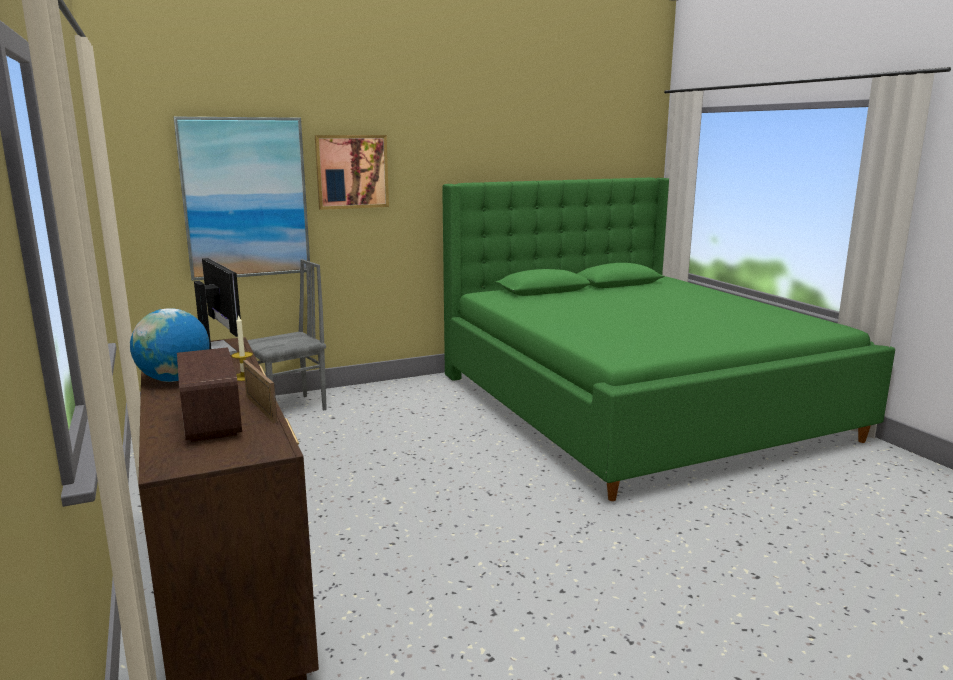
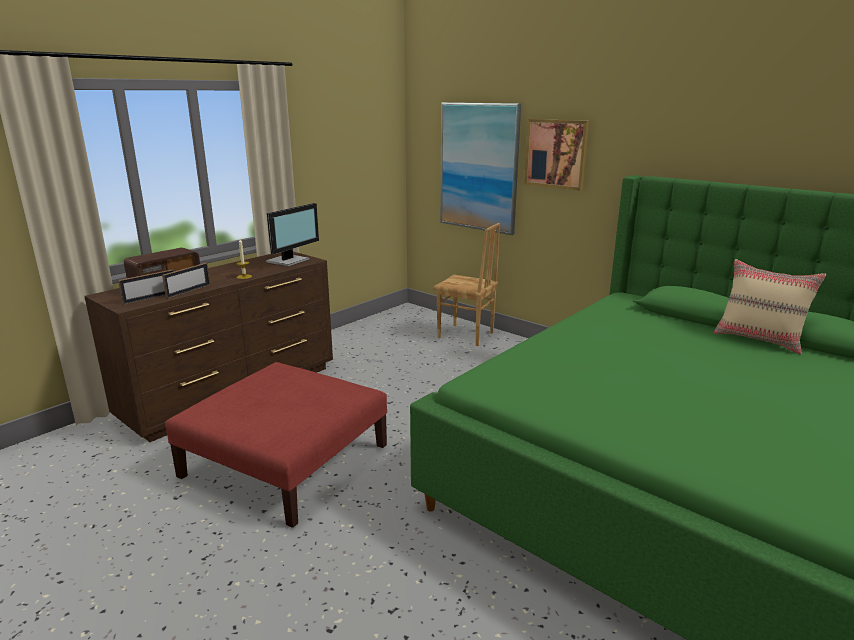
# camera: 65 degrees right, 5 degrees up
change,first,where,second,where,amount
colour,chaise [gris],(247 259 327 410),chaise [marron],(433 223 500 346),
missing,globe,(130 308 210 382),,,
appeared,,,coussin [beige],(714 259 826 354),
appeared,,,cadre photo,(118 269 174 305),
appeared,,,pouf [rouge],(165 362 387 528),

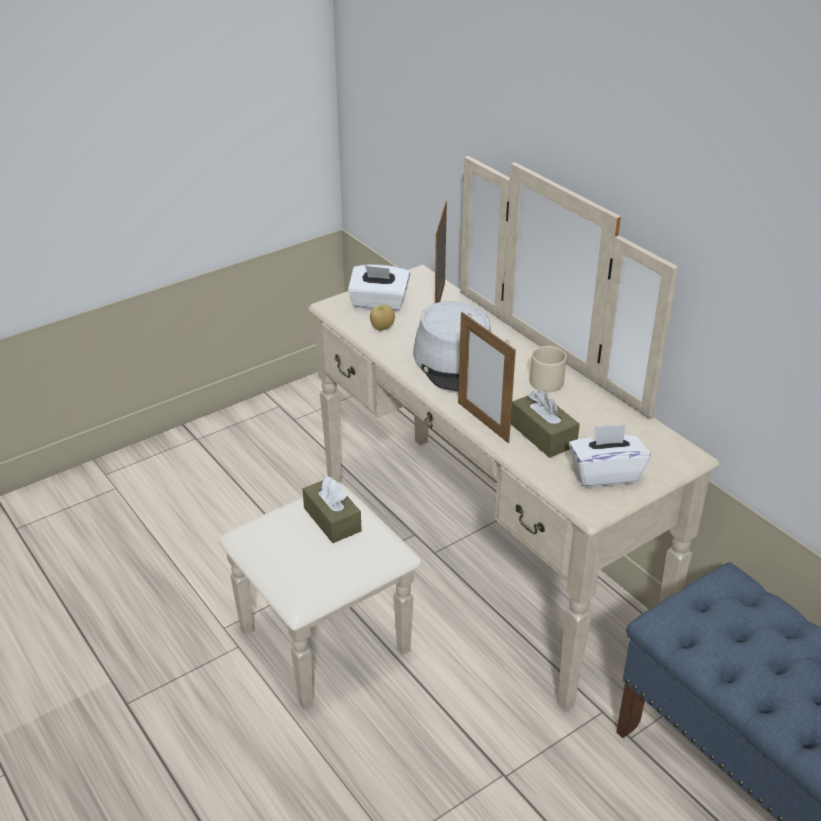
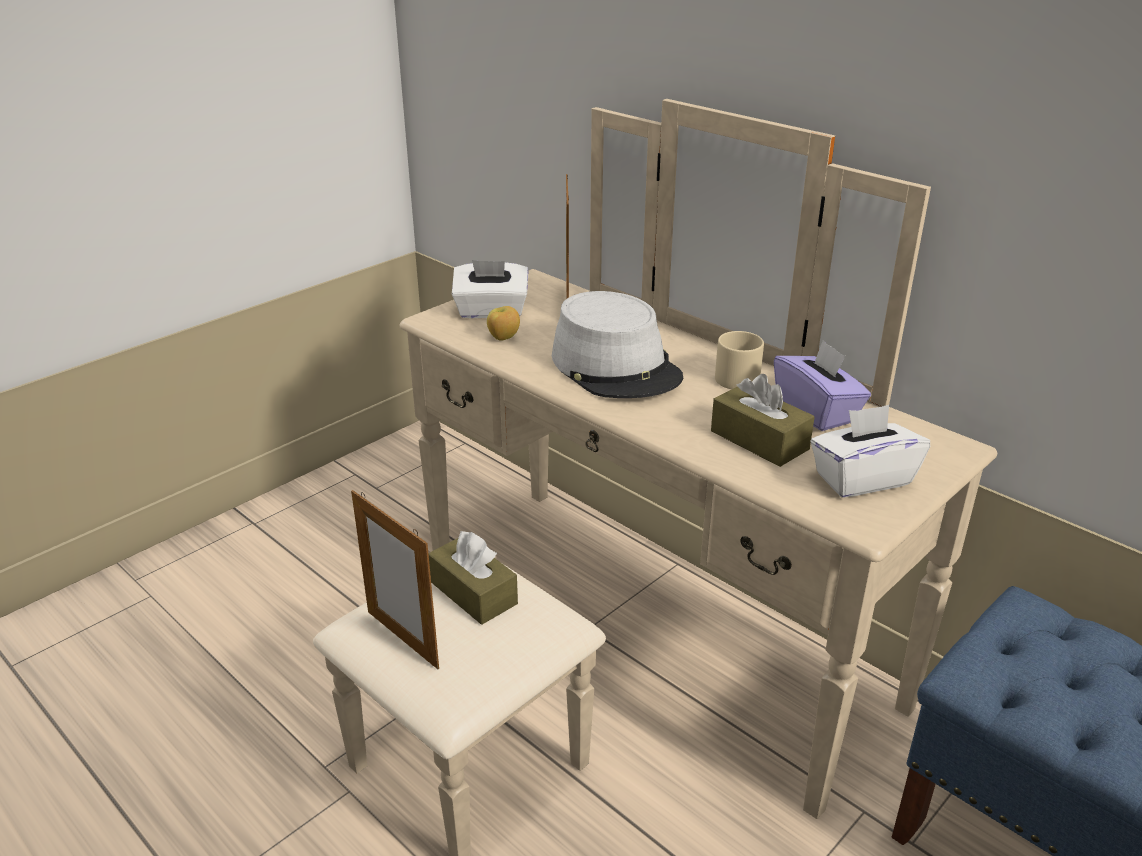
# camera: 10 degrees left, 5 degrees down
change,first,where,second,where,amount
relocated,cadre photo,(458 312 516 443),,(351 490 439 669),
appeared,,,boîte à mouchoirs [violet],(774 340 871 431),

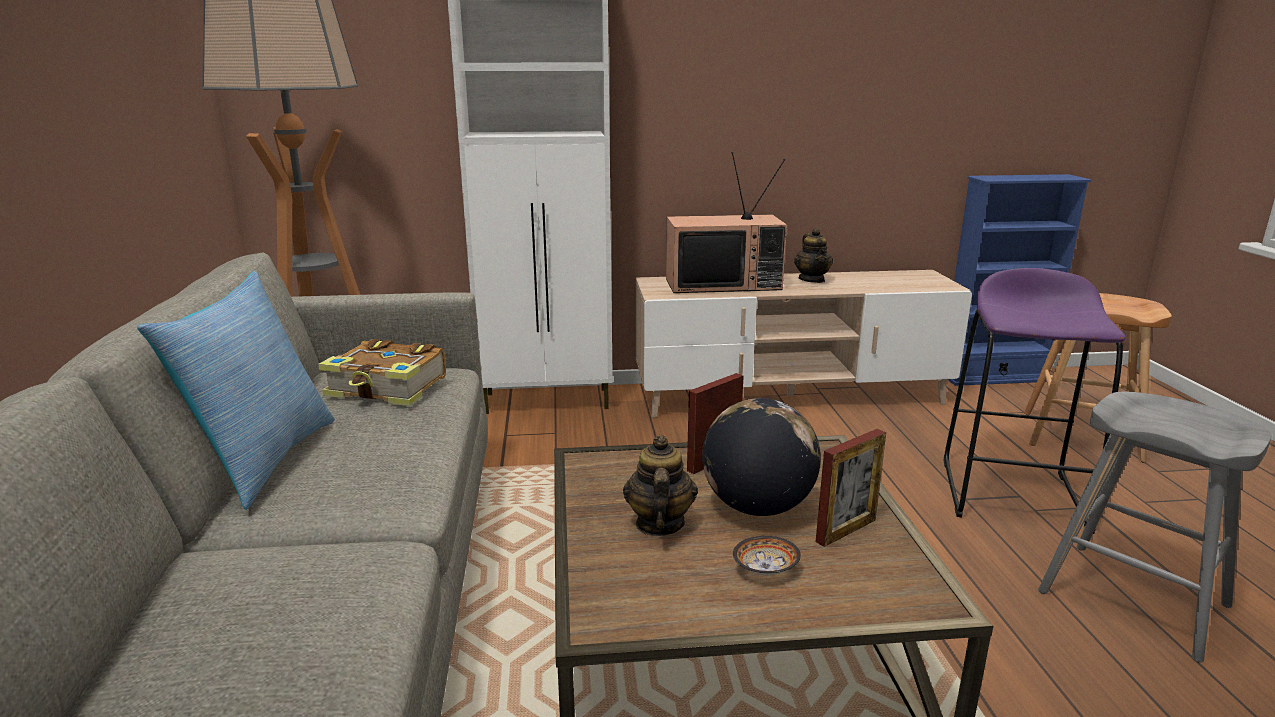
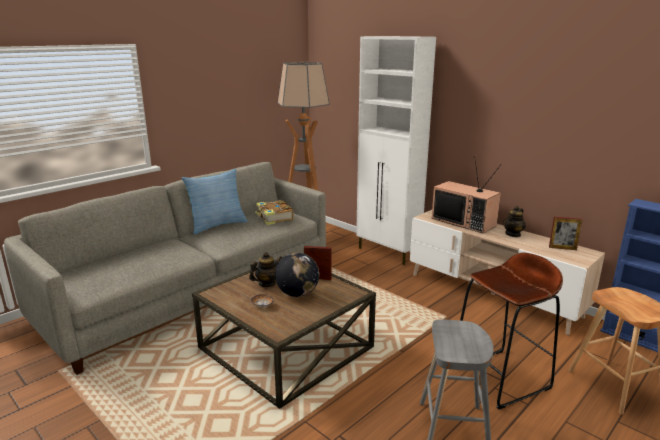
# camera: 50 degrees right, 0 degrees up
change,first,where,second,where,amount
colour,tabouret [violet],(943 268 1126 534),tabouret [marron],(460 253 563 409),
relocated,cadre photo,(816 429 886 547),,(549 217 582 250),

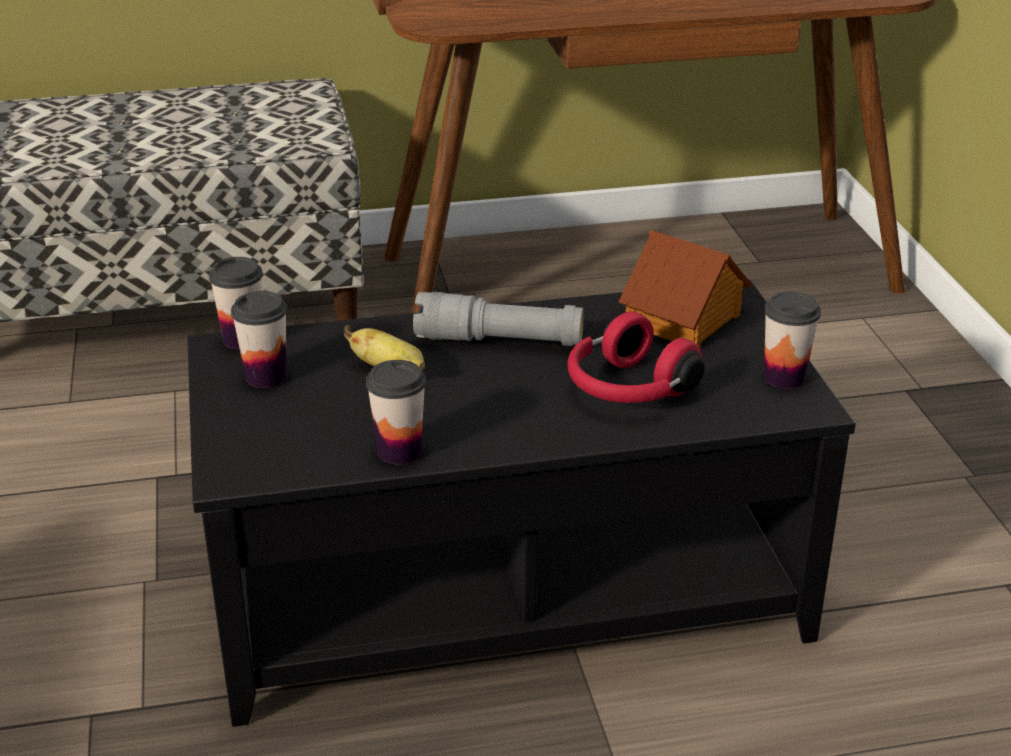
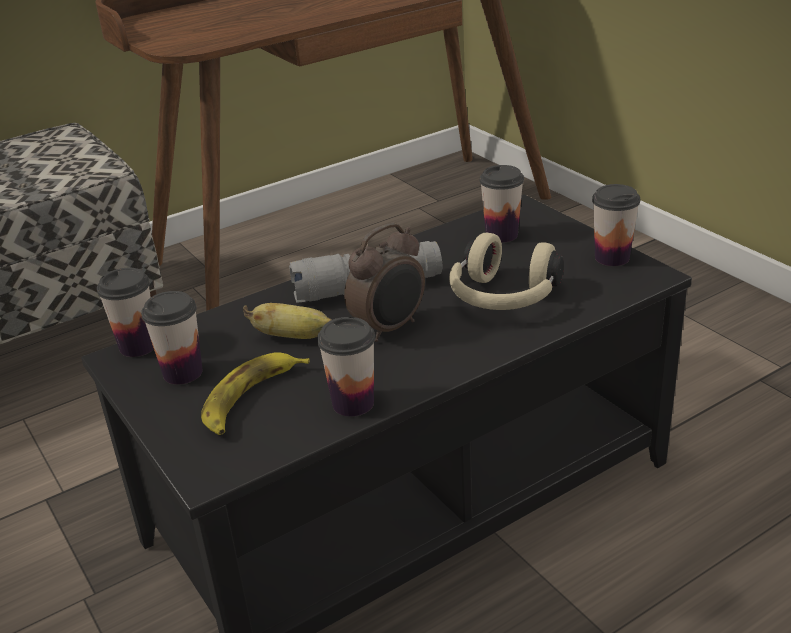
# camera: 20 degrees left, 0 degrees up
change,first,where,second,where,amount
exchanged,maison miniature,(618 230 751 348),tasse,(480 165 524 243),
colour,casque audio [rouge],(568 312 705 403),casque audio [beige],(449 232 564 310),
appeared,,,réveil,(344 223 425 342),
appeared,,,banane,(201 352 310 435),

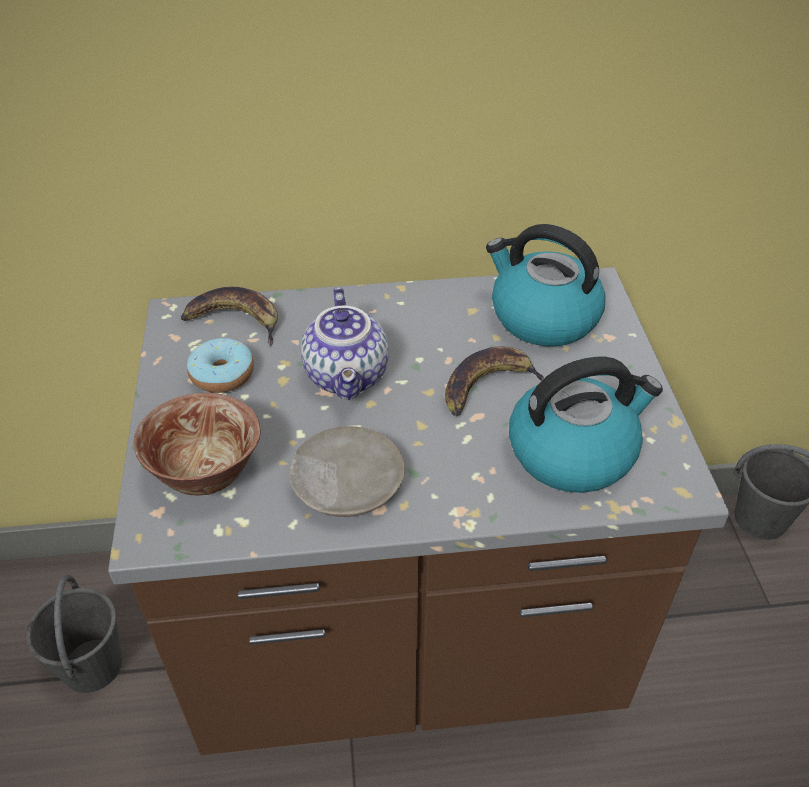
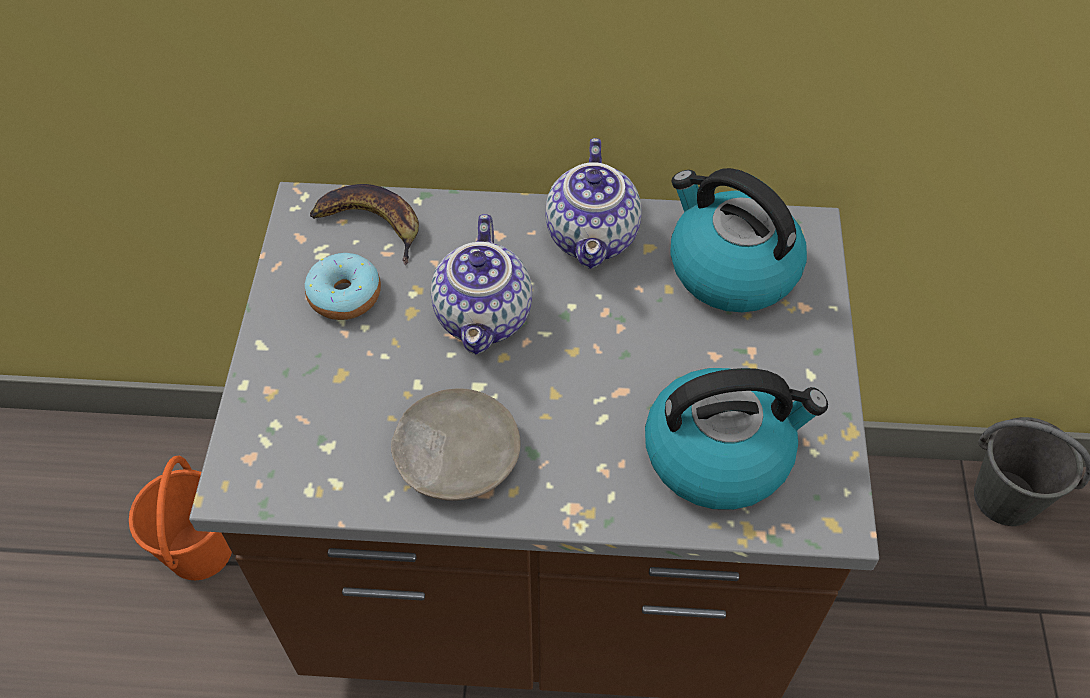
# camera: 10 degrees right, 10 degrees up
change,first,where,second,where,amount
missing,banane,(445 347 544 416),,,
missing,bol,(134 393 261 495),,,
colour,seau [gris],(26 574 122 693),seau [orange],(129 456 232 580),
appeared,,,théière,(546 138 642 269),

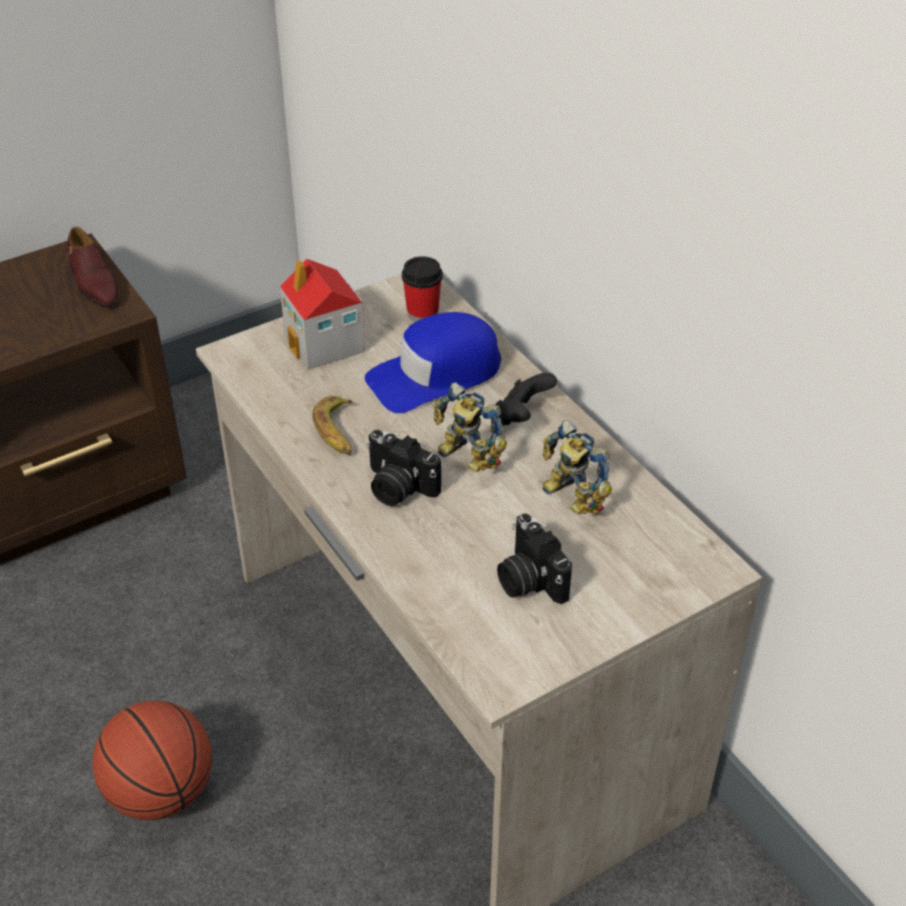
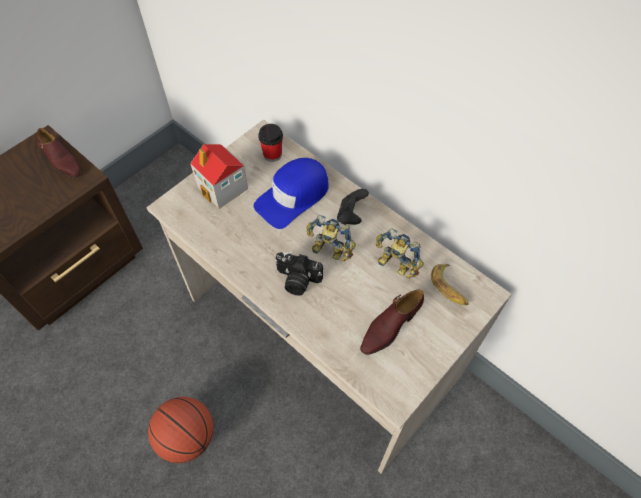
# camera: 15 degrees left, 15 degrees up
change,first,where,second,where,amount
relocated,banane,(312 396 353 455),,(431 264 469 306),
exchanged,appareil photo,(497 513 572 604),chaussure [marron],(360 290 424 355),

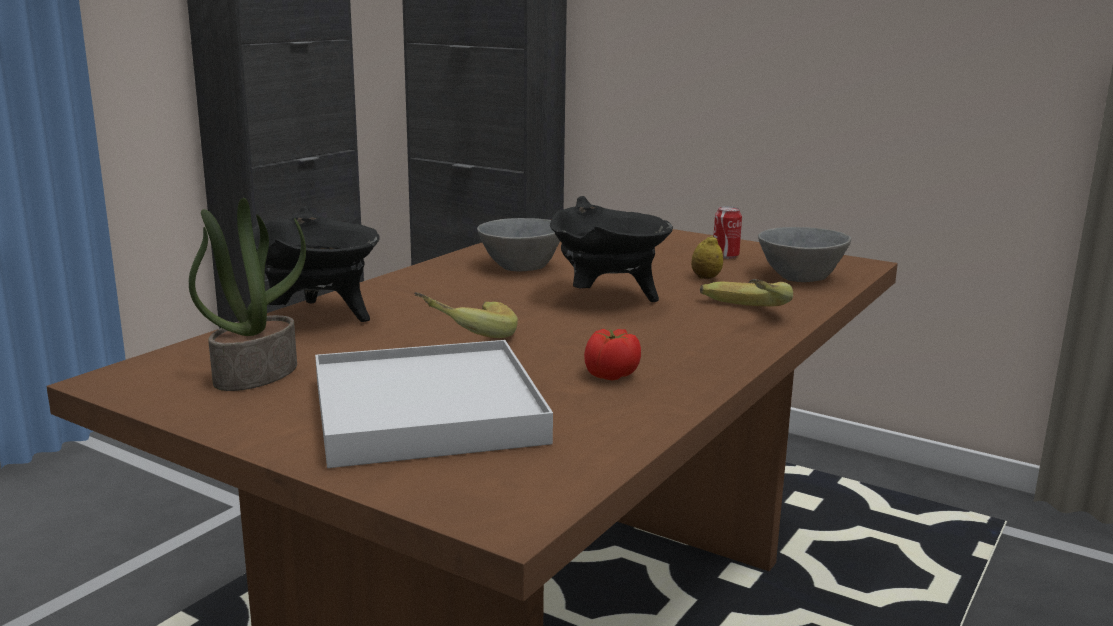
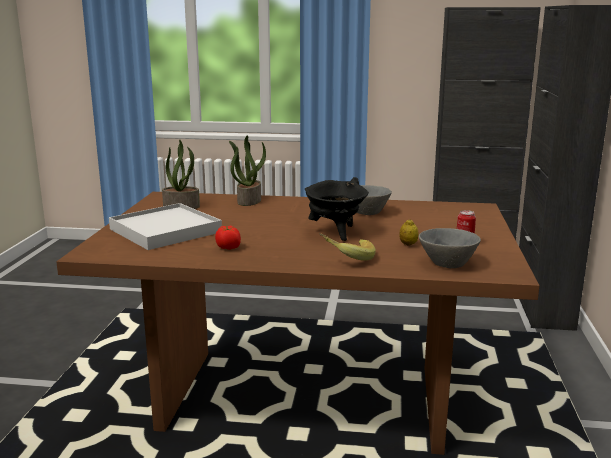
# camera: 65 degrees right, 0 degrees up
change,first,where,second,where,amount
exchanged,marmite [noir],(253 206 380 322),plante en pot,(229 135 266 206),
missing,banane,(414 292 518 338),,,

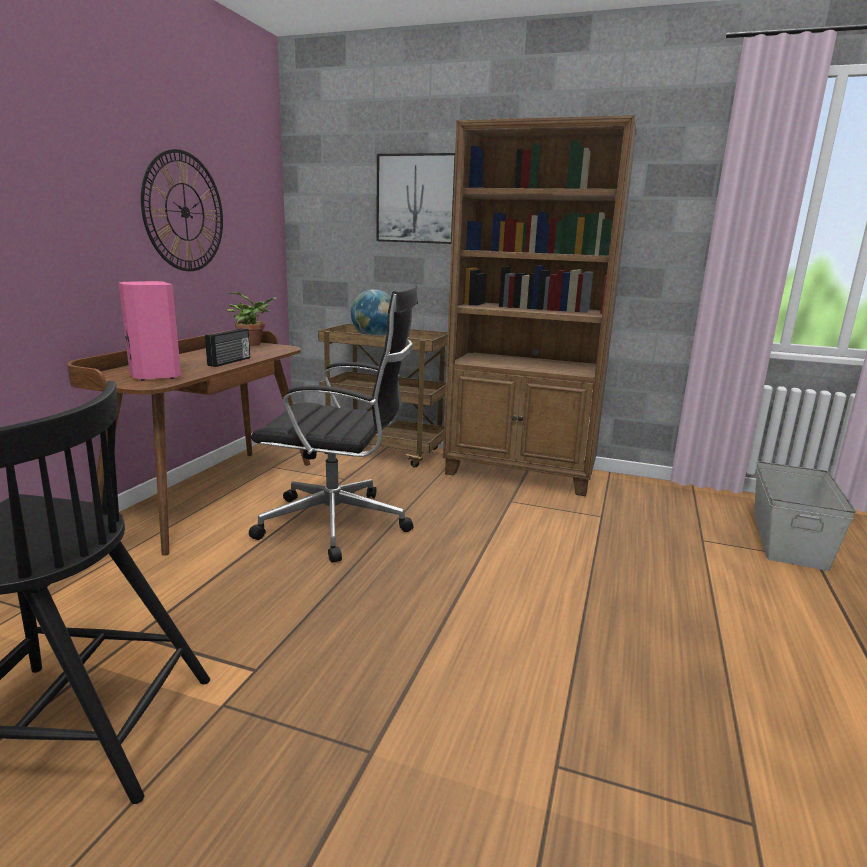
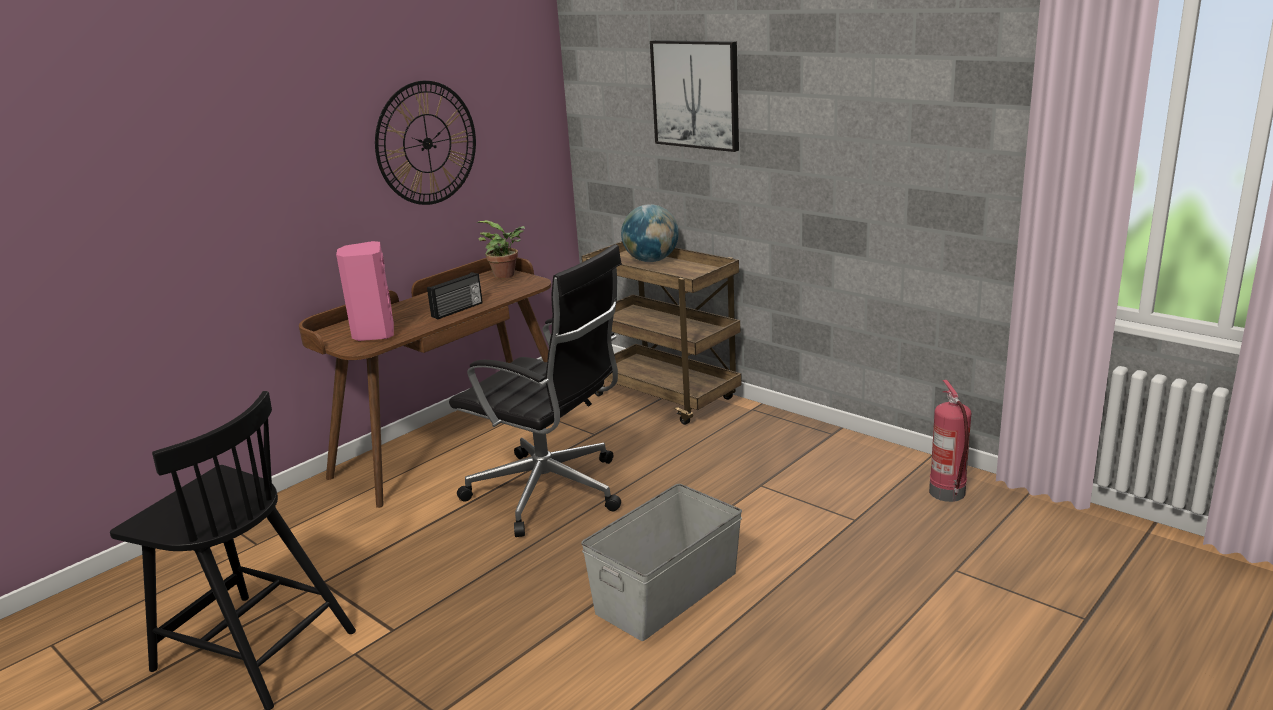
# camera: 25 degrees right, 5 degrees up
change,first,where,second,where,amount
missing,bibliothèque [marron],(443 115 637 496),,,
relocated,boîte de rangement [gris],(754 461 856 571),,(581 484 742 641),
appeared,,,extincteur,(929 380 971 502),

